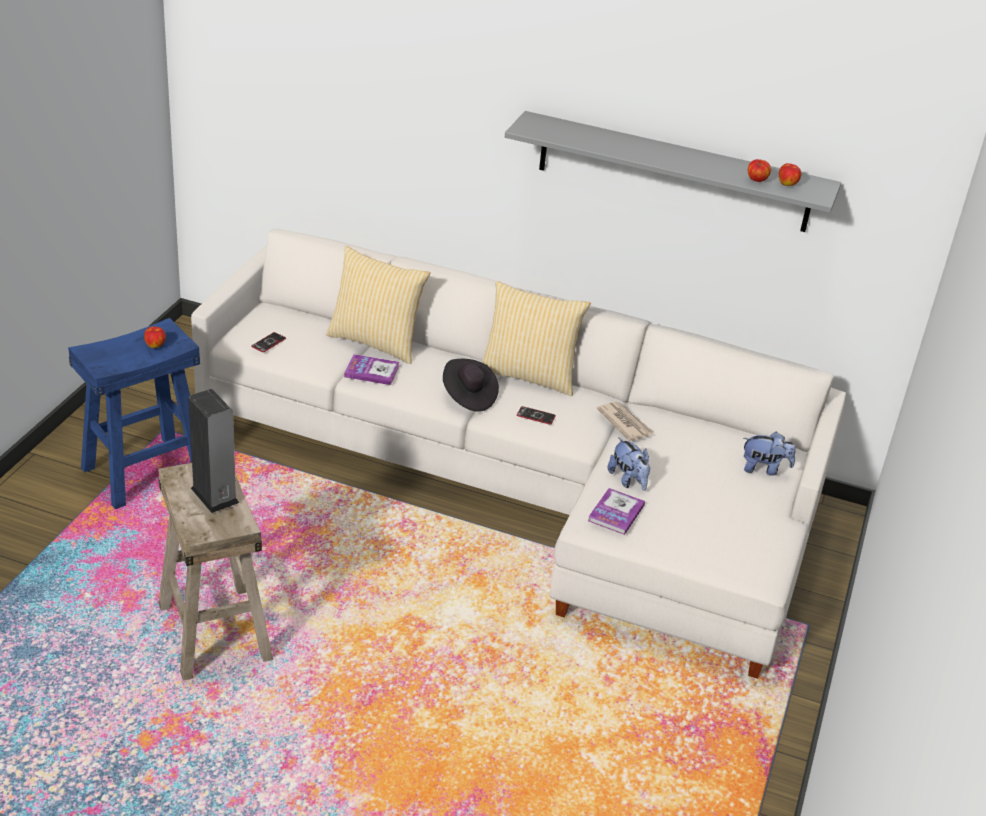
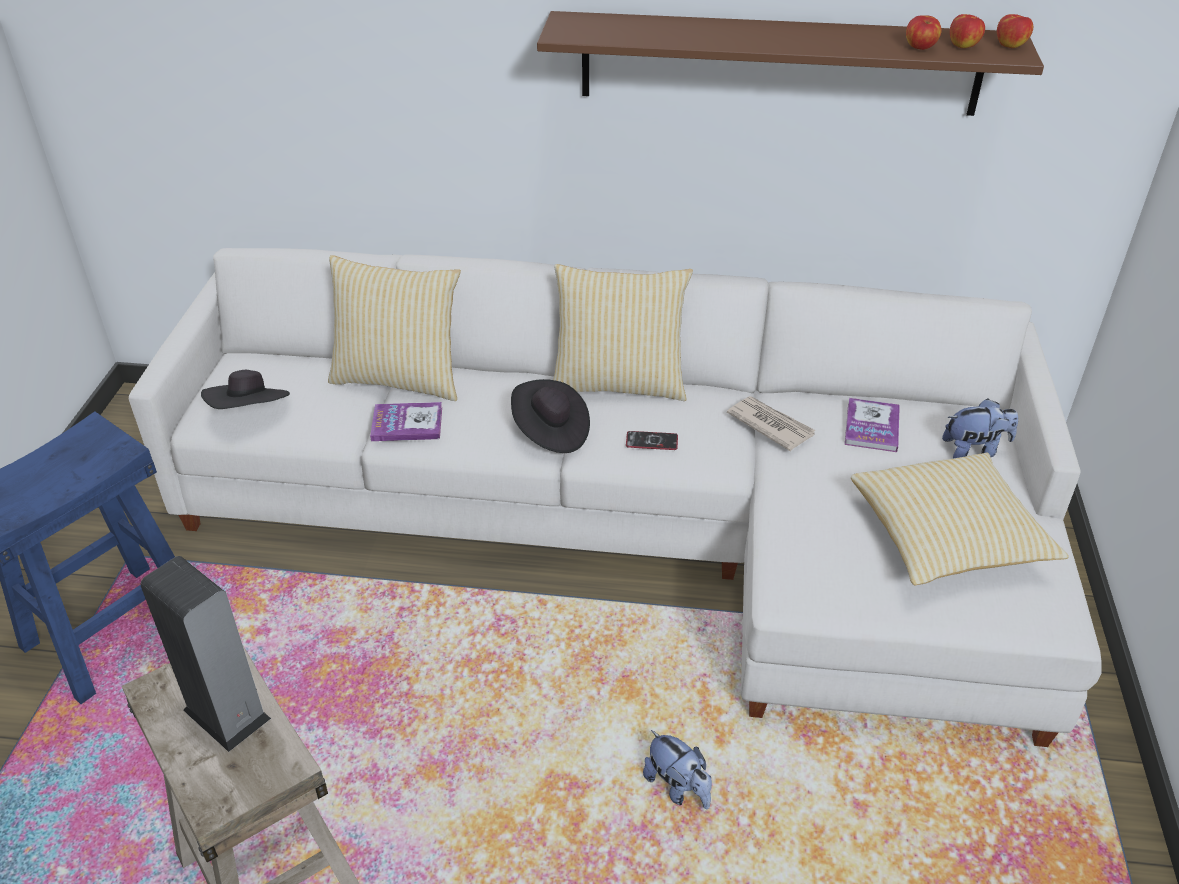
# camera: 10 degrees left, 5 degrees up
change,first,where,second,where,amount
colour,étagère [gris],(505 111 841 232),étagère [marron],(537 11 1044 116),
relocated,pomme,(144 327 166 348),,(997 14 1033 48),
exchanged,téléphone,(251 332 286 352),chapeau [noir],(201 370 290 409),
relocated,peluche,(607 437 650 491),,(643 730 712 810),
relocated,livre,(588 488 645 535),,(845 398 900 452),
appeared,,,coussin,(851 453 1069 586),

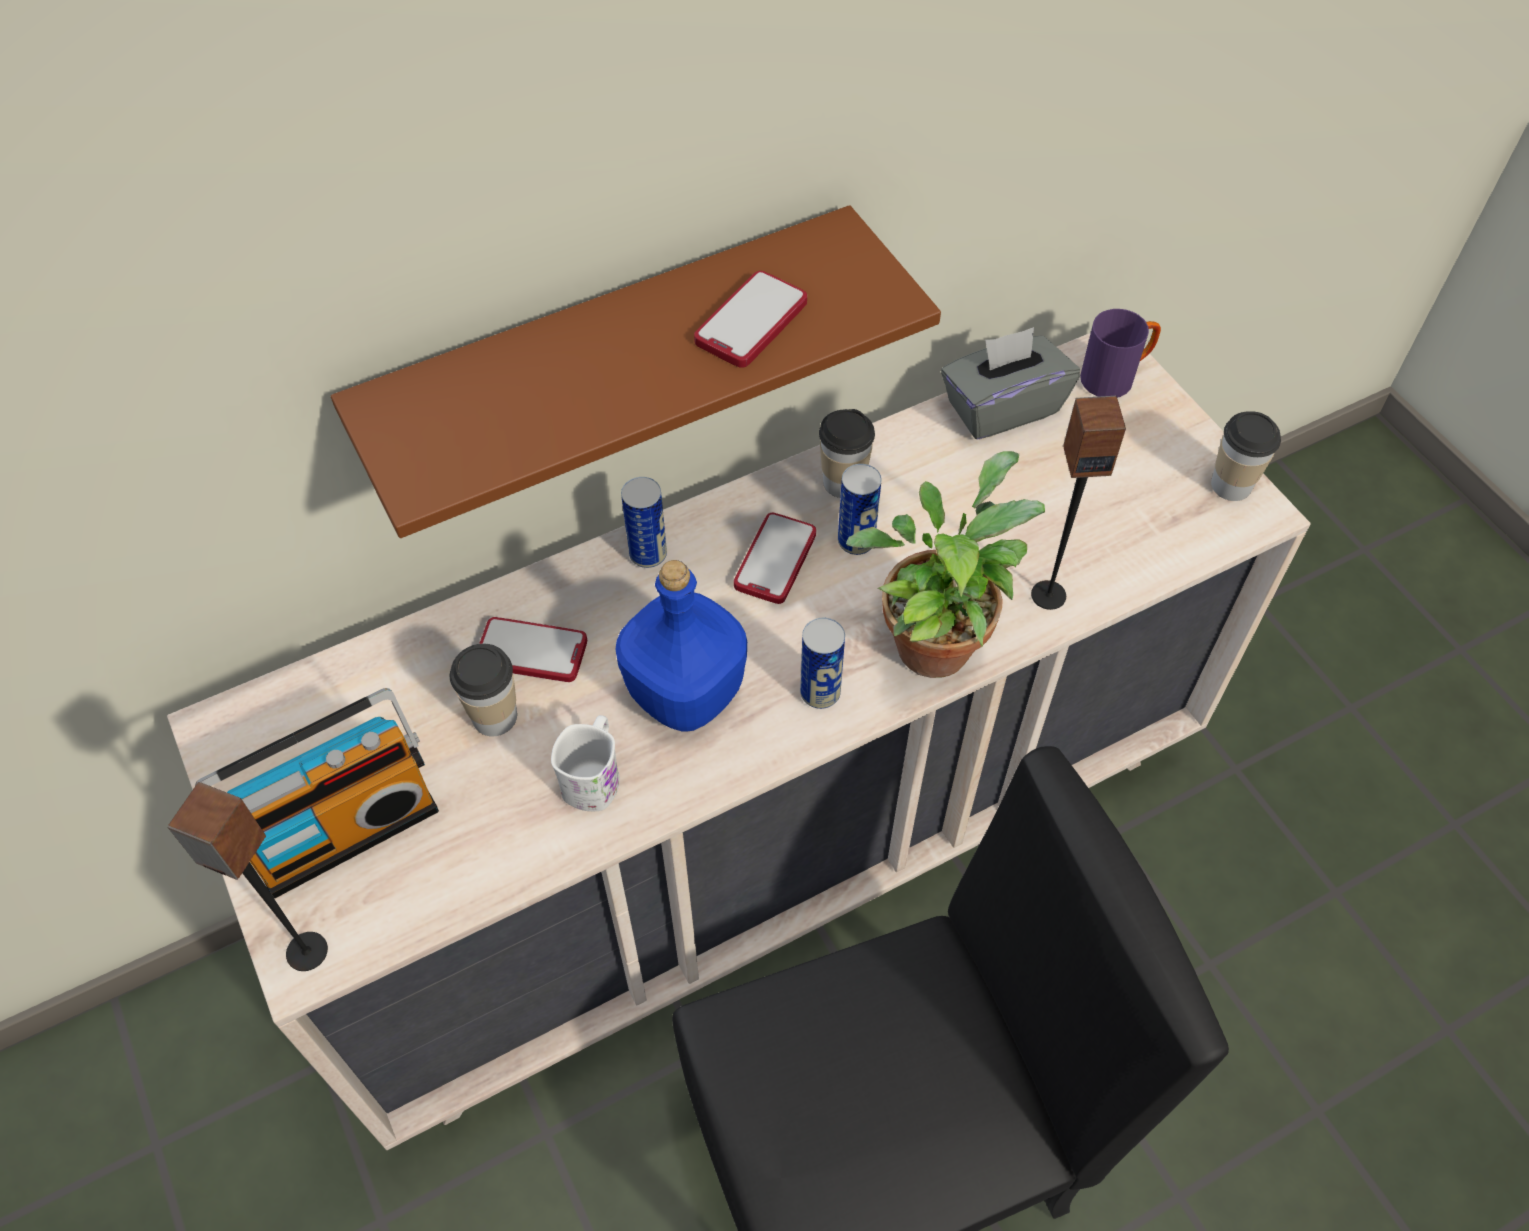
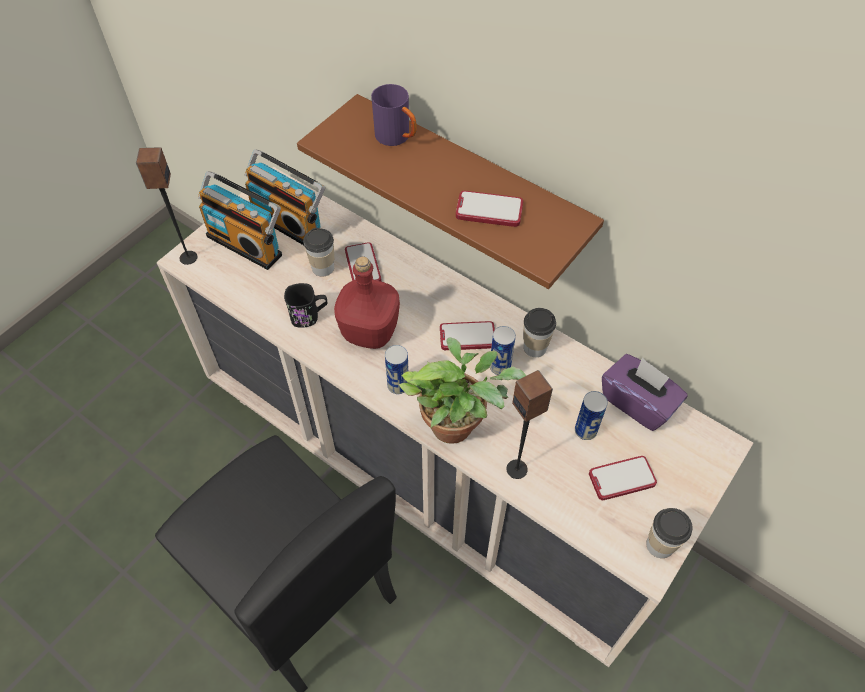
# camera: 65 degrees right, 0 degrees up
change,first,where,second,where,amount
relocated,mug [violet],(1080 309 1161 398),,(371 84 417 146),
colour,boîte à mouchoirs [gris],(941 327 1080 439),boîte à mouchoirs [violet],(602 354 688 431),
relocated,boîte métallique,(621 477 667 568),,(575 391 608 440),
colour,bouteille [bleu],(615 560 747 731),bouteille [rouge],(334 256 400 349),
colour,mug [blanc],(551 715 620 811),mug [noir],(284 283 328 328),
appeared,,,radio,(245 149 325 245),
appeared,,,téléphone,(589 456 657 500),

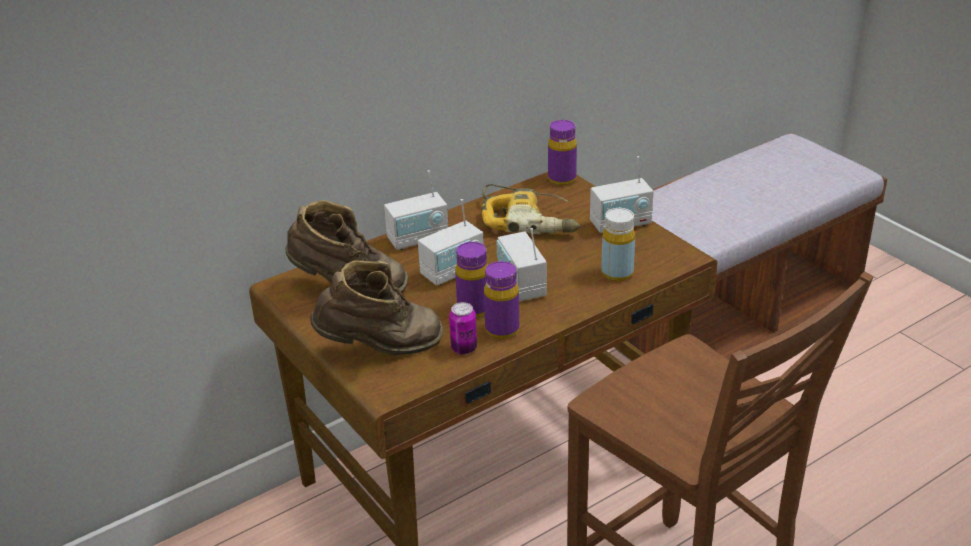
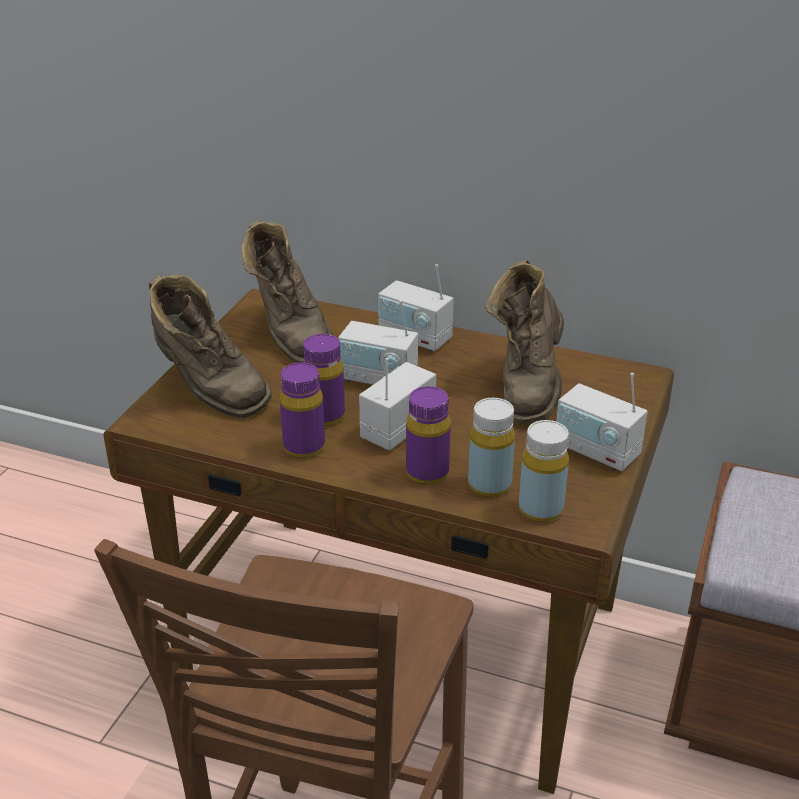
# camera: 55 degrees right, 0 degrees up
change,first,where,second,where,amount
relocated,bouteille [violet],(548 120 577 185),,(406 386 451 485),
exchanged,perceuse,(481 184 580 235),botte [marron],(485 260 564 424),
missing,boîte métallique,(449 302 477 355),,,
appeared,,,bouteille [jaune],(519 420 569 522),

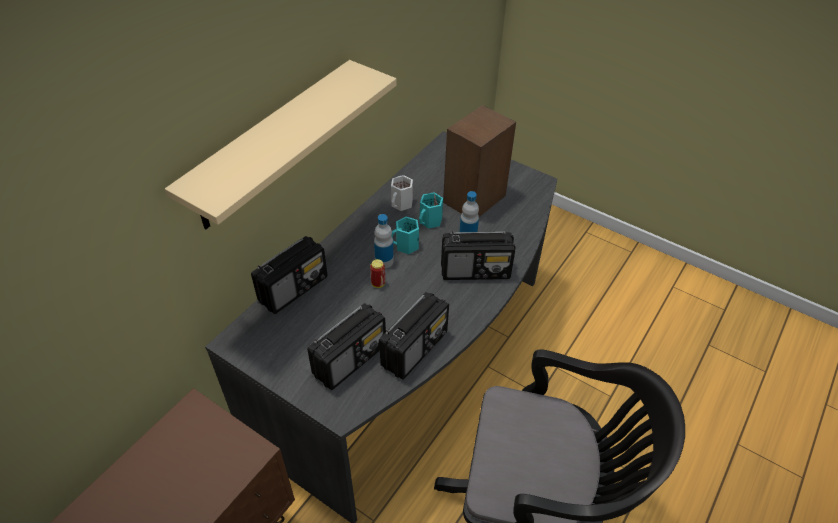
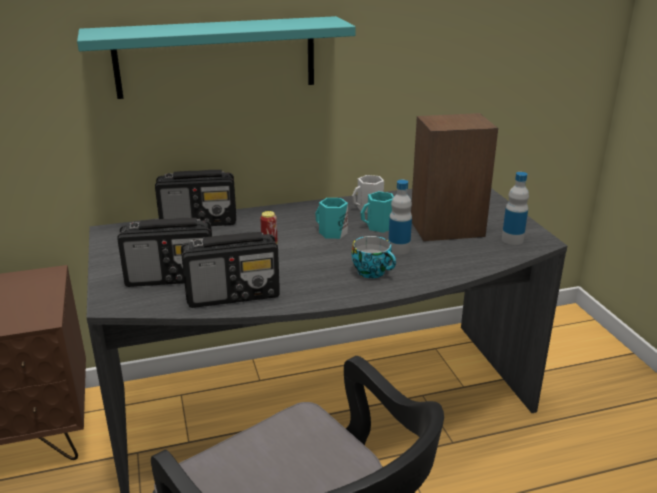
# camera: 40 degrees right, 20 degrees down
change,first,where,second,where,amount
colour,étagère [beige],(165 60 397 229),étagère [turquoise],(77 16 356 99),
relocated,bouteille,(374 214 394 268),,(502 172 529 245),
exchanged,radio,(441 231 515 280),tasse,(352 236 396 278),

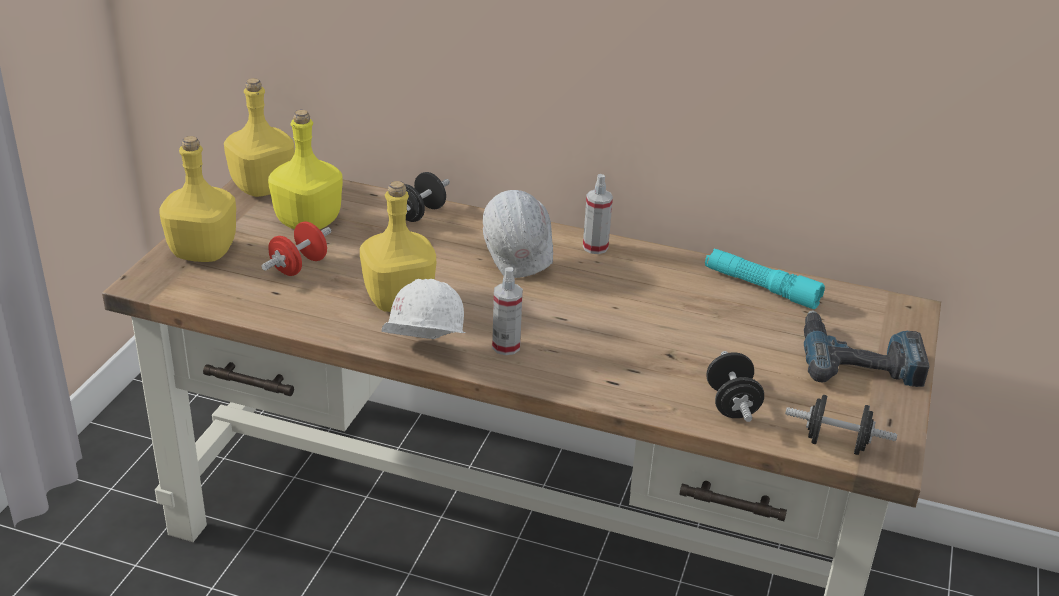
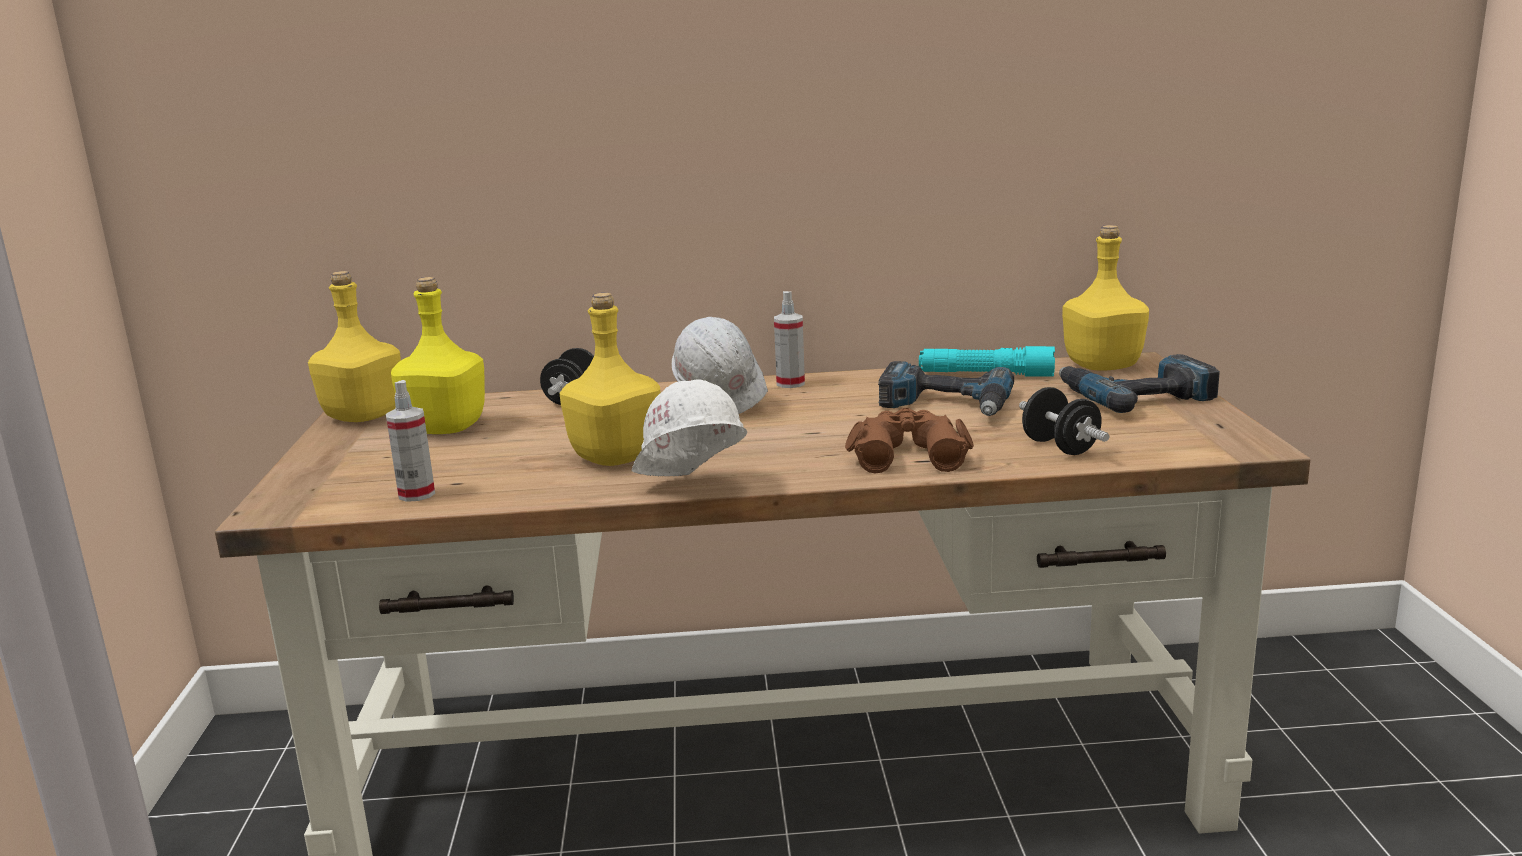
# camera: 20 degrees left, 15 degrees down
change,first,where,second,where,amount
relocated,bouteille [jaune],(160 136 236 262),,(1062 225 1149 371),
missing,haltère [rouge],(261 222 331 276),,,
relocated,vaporisateur,(492 267 523 355),,(386 380 435 502),
missing,haltère [noir],(785 395 897 455),,,
appeared,,,perceuse,(878 361 1014 416),
appeared,,,jumelles [marron],(845 408 974 473),

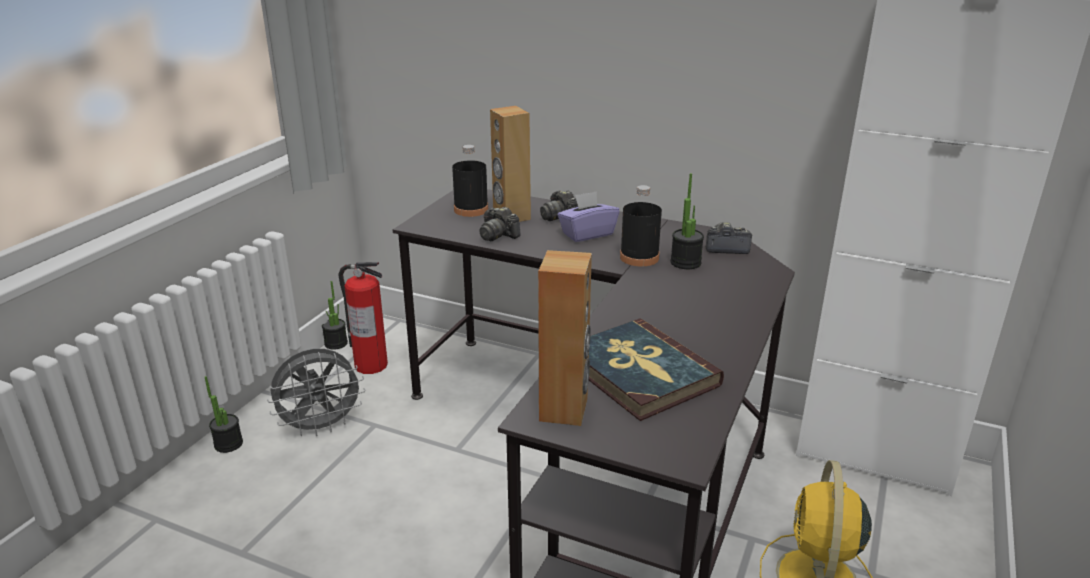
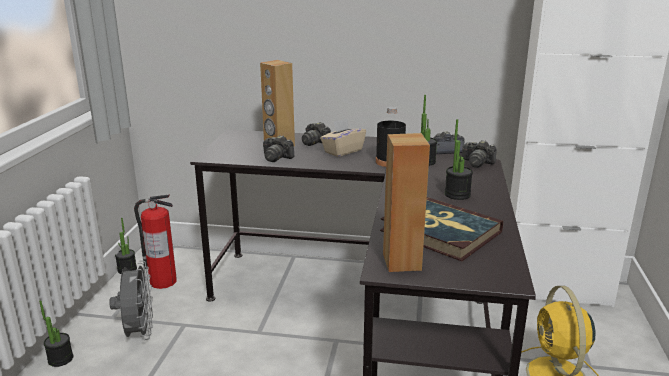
# camera: 15 degrees left, 5 degrees down
change,first,where,second,where,amount
missing,bouteille [noir],(452 145 488 217),,,
colour,boîte à mouchoirs [violet],(558 191 620 242),boîte à mouchoirs [beige],(320 119 366 157),
spun,ventilateur [gris],(267 349 365 436),,(109 260 153 340),60 degrees counterclockwise
appeared,,,plante en pot,(444 119 473 200),
appeared,,,appareil photo,(462 140 496 168),

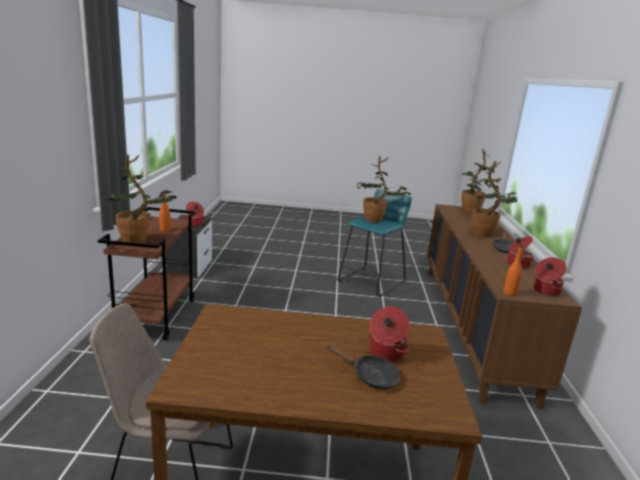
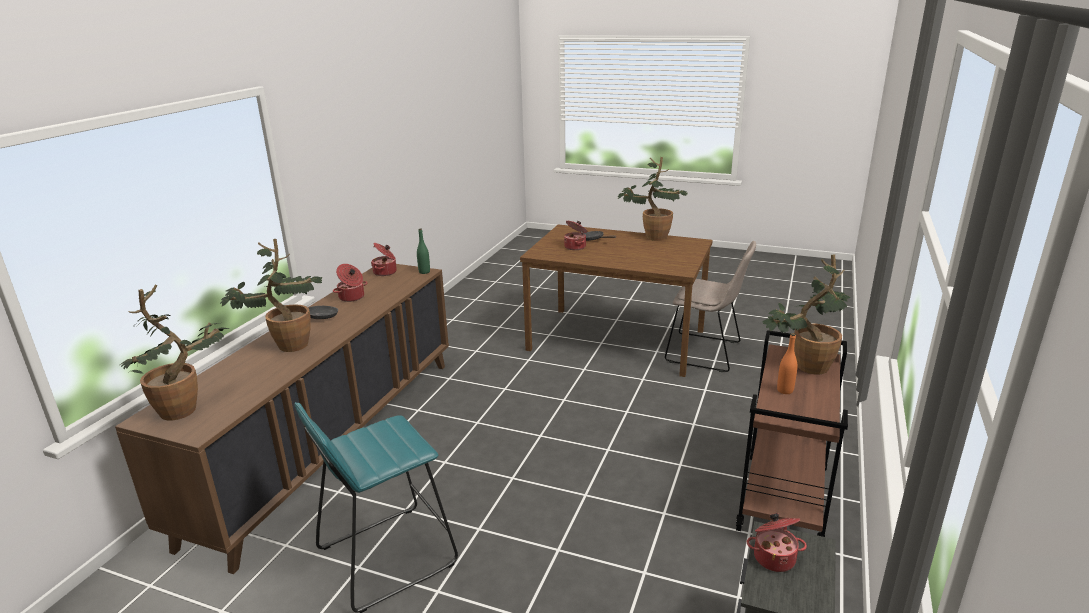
# camera: 160 degrees left, 5 degrees up
change,first,where,second,where,amount
relocated,plante en pot,(356 156 410 223),,(617 157 688 241),
colour,bouteille [orange],(504 246 523 296),bouteille [vert],(417 229 430 274),

